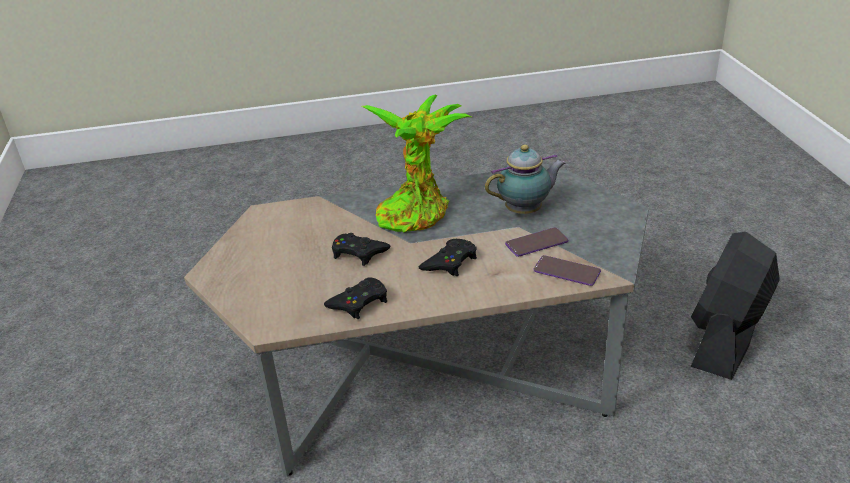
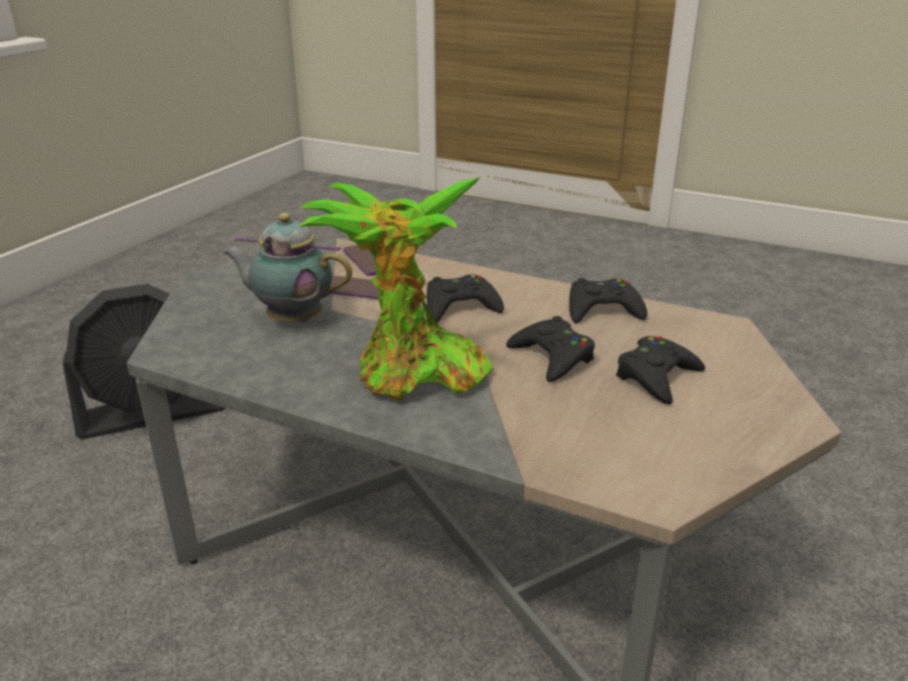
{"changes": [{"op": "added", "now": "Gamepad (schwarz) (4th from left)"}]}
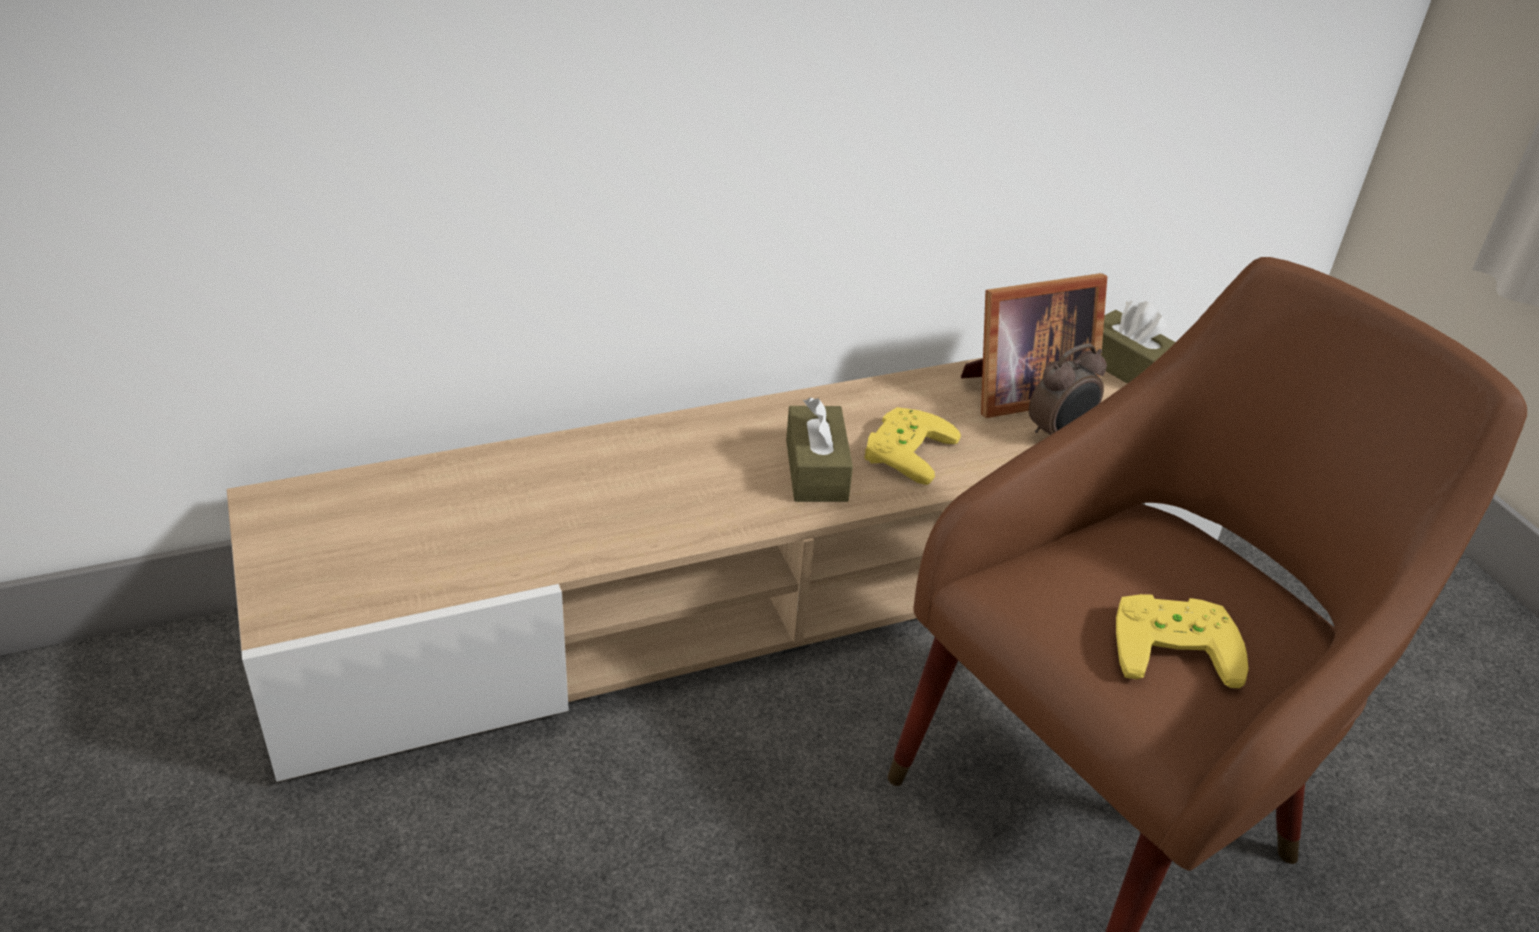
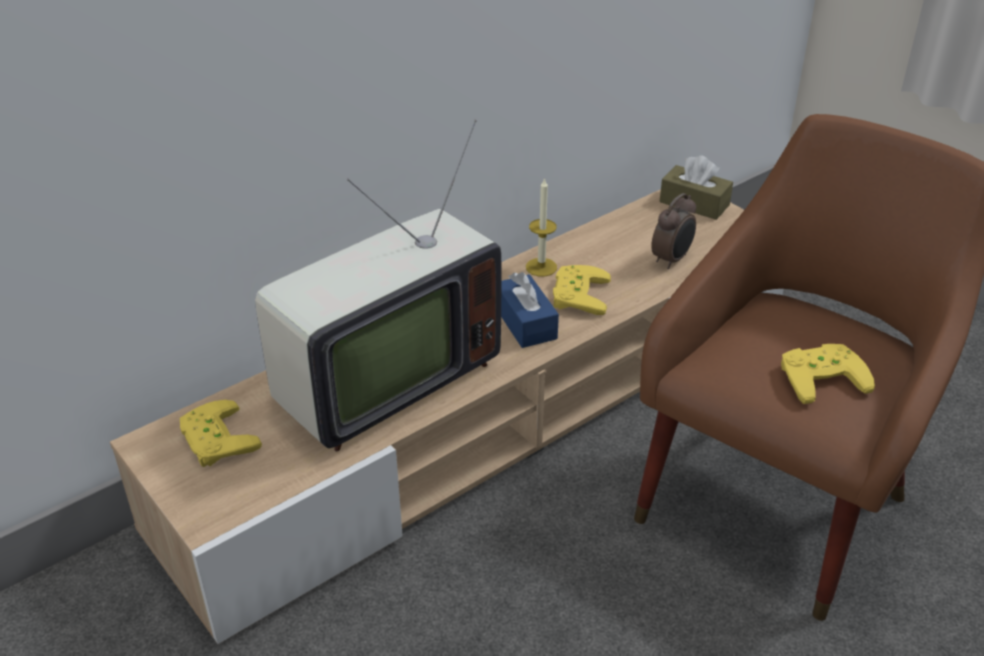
{"changes": [{"op": "added", "now": "Gamepad (gelb) (1st from left)"}, {"op": "added", "now": "Fernseher"}, {"op": "recoloured", "was": "Taschentuchbox (braun) (1st from left)", "now": "Taschentuchbox (blau)"}, {"op": "added", "now": "Kerze"}, {"op": "removed", "was": "Bilderrahmen"}]}
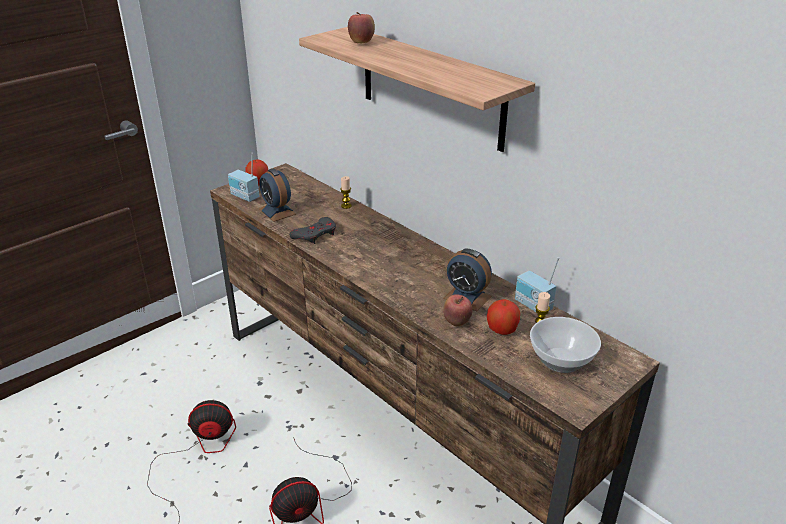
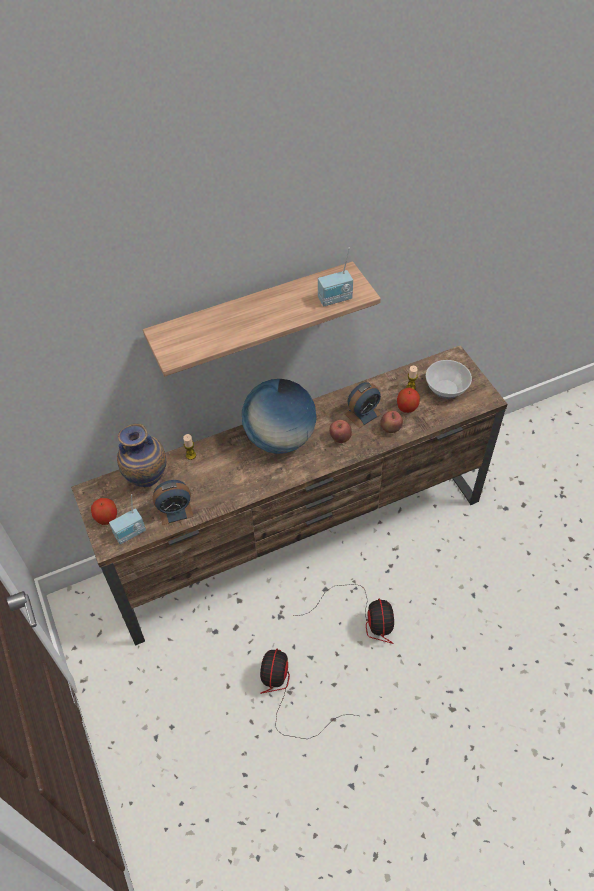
{"changes": [{"op": "added", "now": "Vase"}, {"op": "added", "now": "Globus"}, {"op": "moved", "was": "Radio (2nd from left)"}, {"op": "moved", "was": "Apfel (2nd from left)"}, {"op": "removed", "was": "Gamepad (grau)"}]}
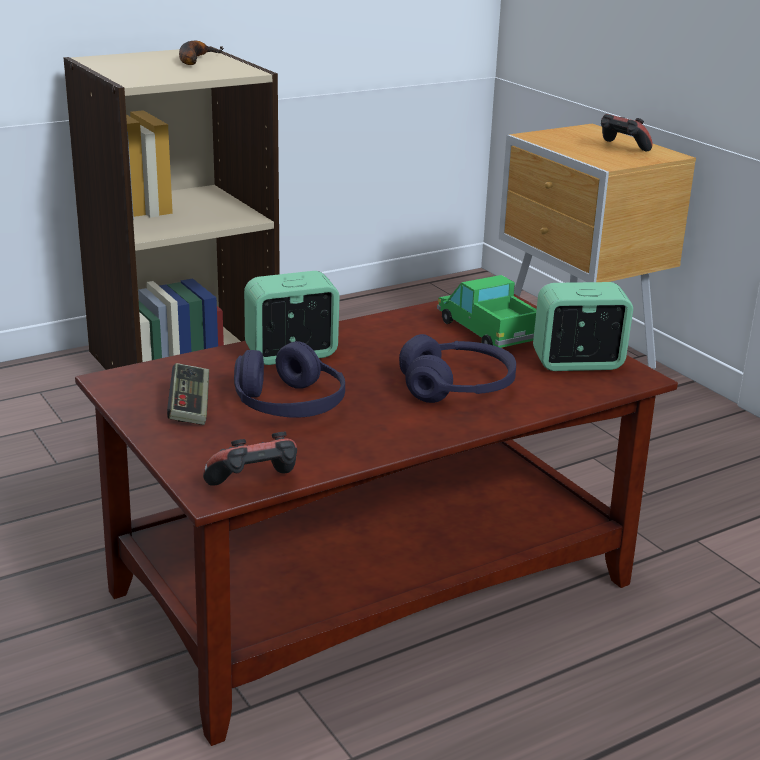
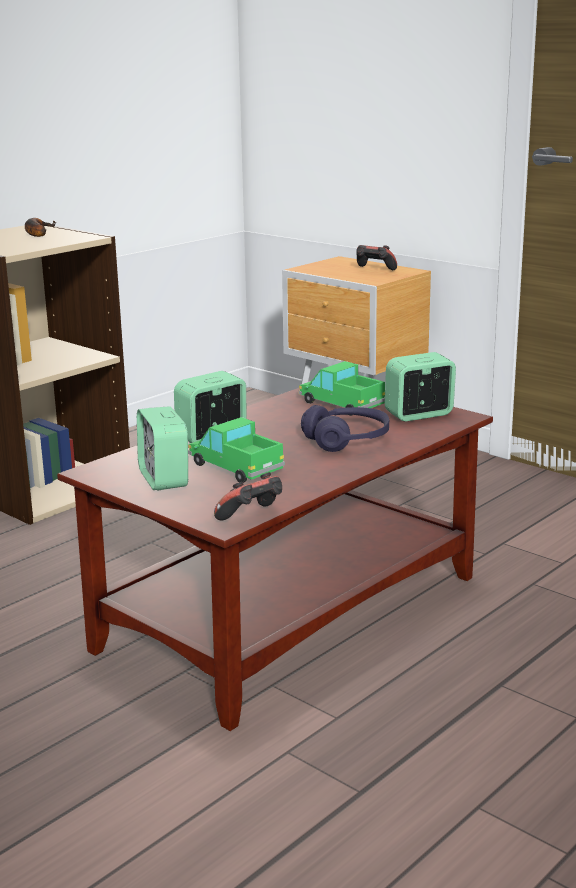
{"changes": [{"op": "replaced", "was": "Gamepad (1st from left)", "now": "Wecker (1st from left)"}, {"op": "replaced", "was": "Kopfhörer (lila) (1st from left)", "now": "Spielzeuglaster (1st from left)"}]}
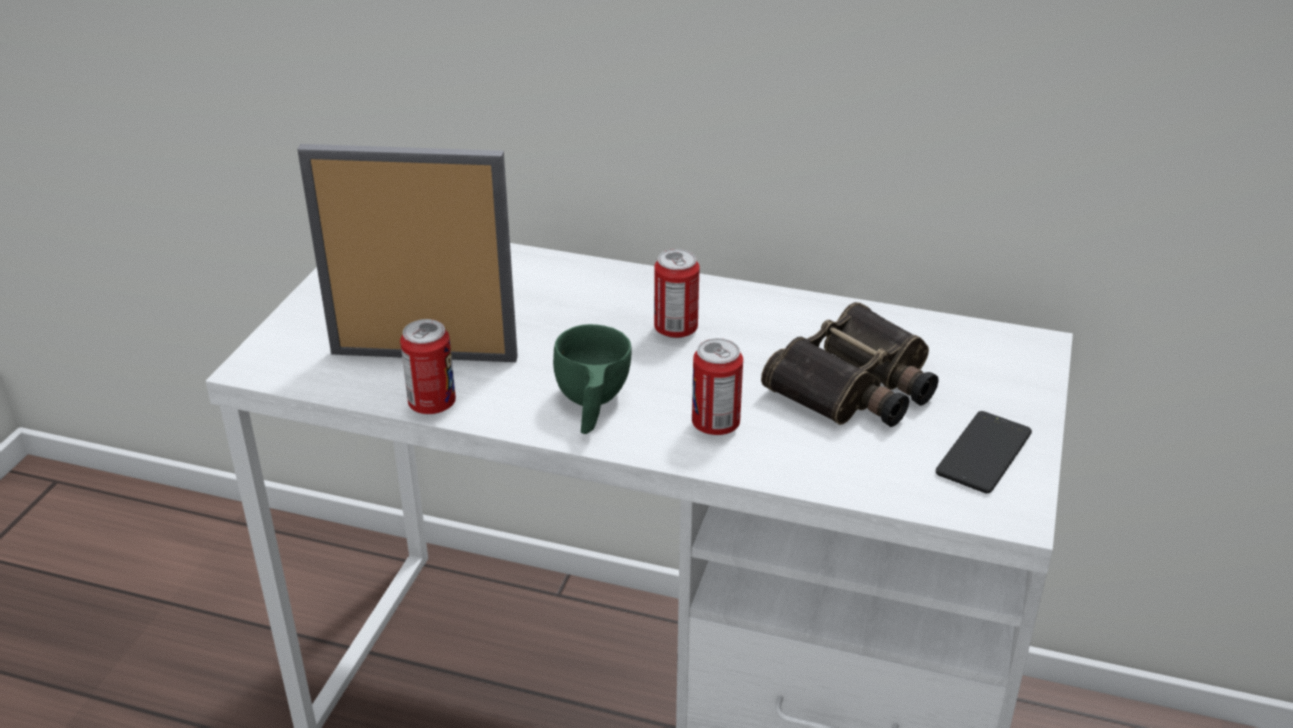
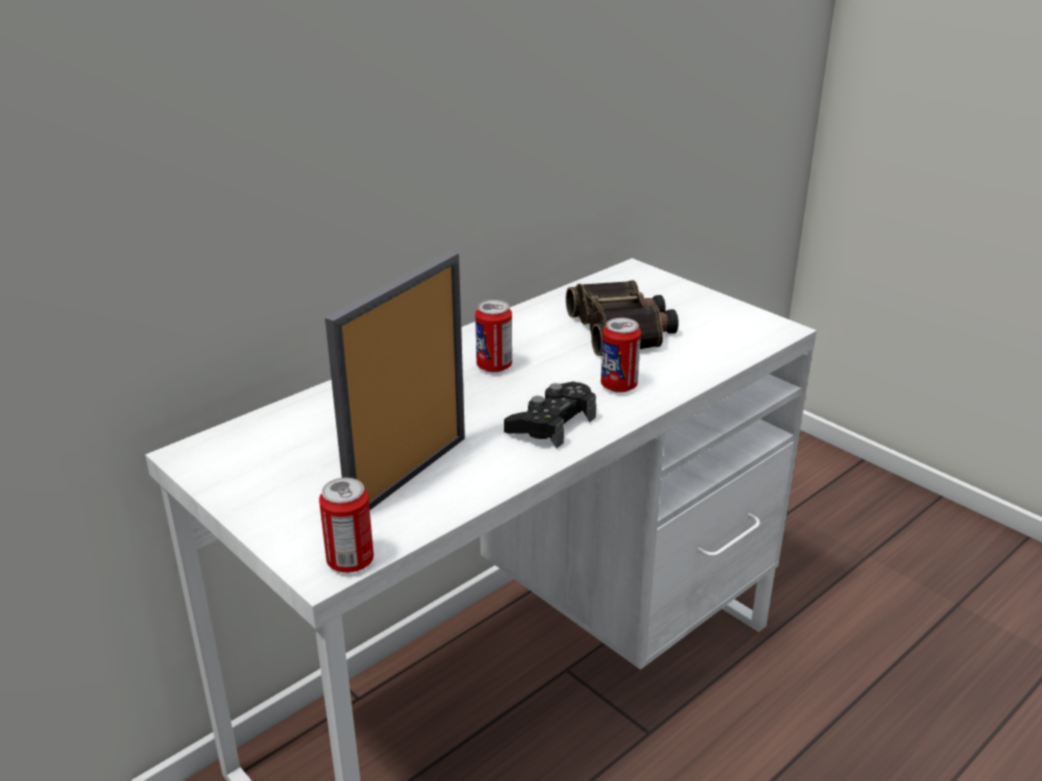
{"changes": [{"op": "moved", "was": "Dose (1st from left)"}, {"op": "replaced", "was": "Tasse (grün)", "now": "Gamepad (schwarz)"}, {"op": "removed", "was": "Handy"}]}
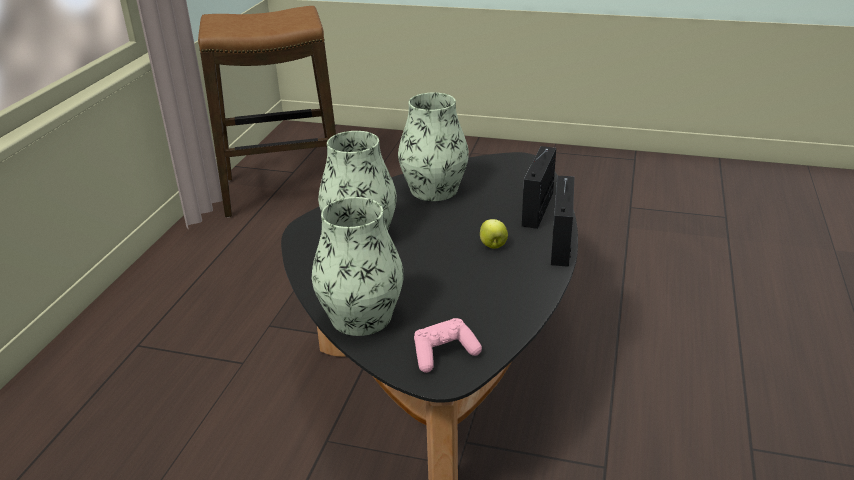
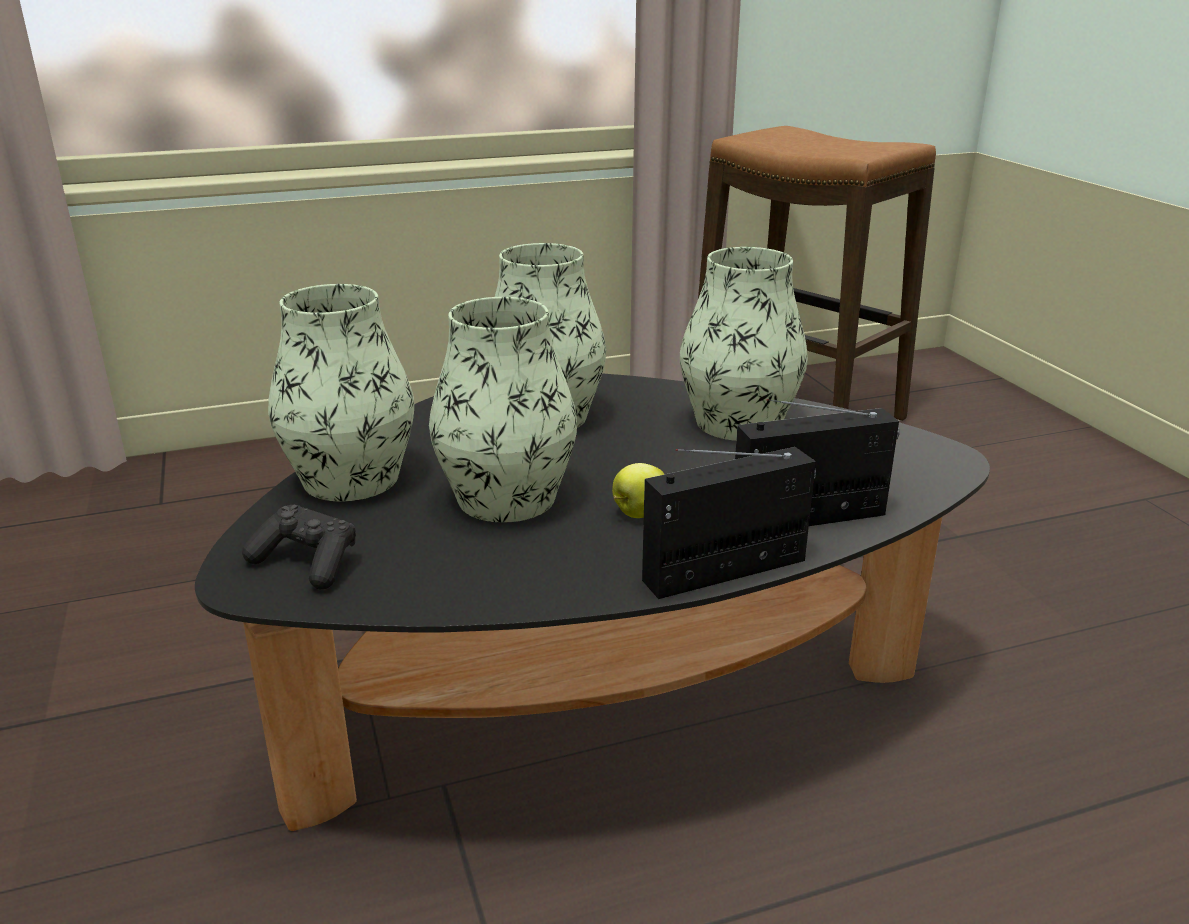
{"changes": [{"op": "recoloured", "was": "Gamepad (rosa)", "now": "Gamepad (schwarz)"}, {"op": "added", "now": "Vase (2nd from left)"}]}
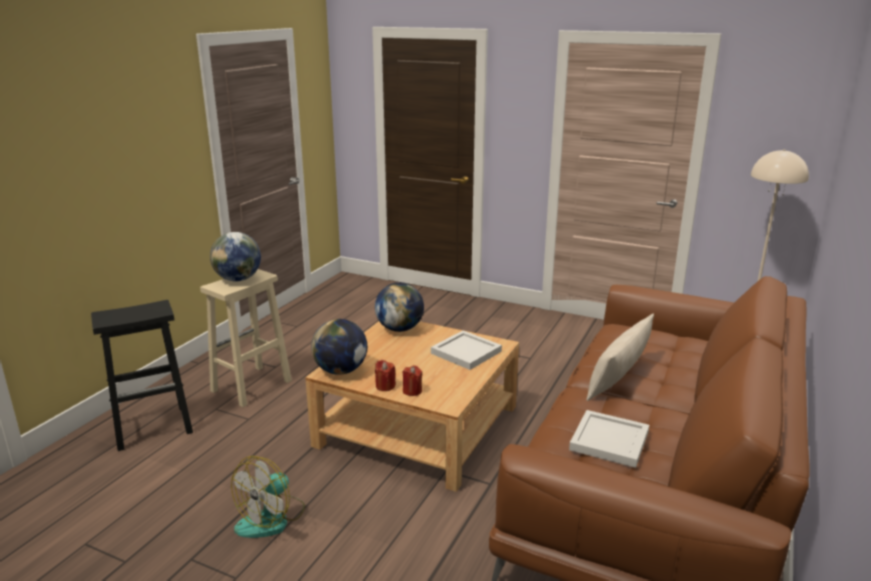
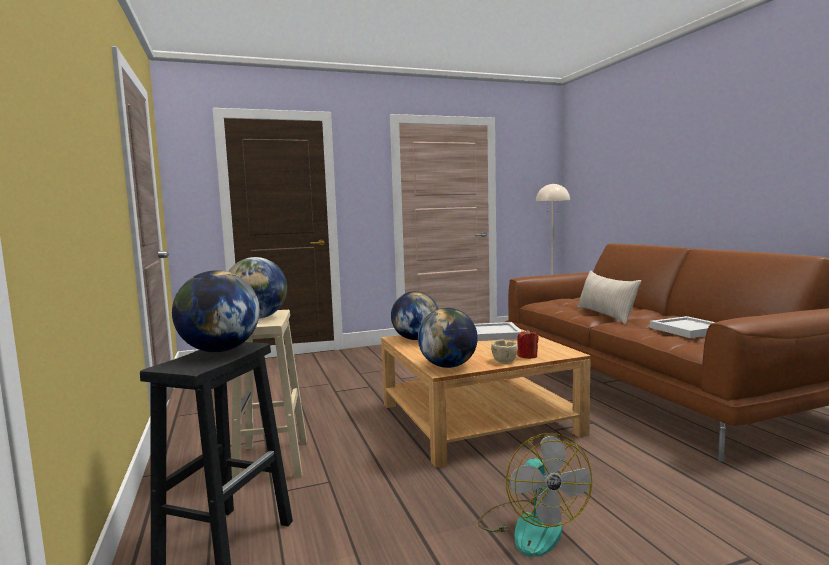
{"changes": [{"op": "added", "now": "Globus (1st from left)"}, {"op": "replaced", "was": "Kerze (rot) (1st from left)", "now": "Schüssel (beige)"}]}
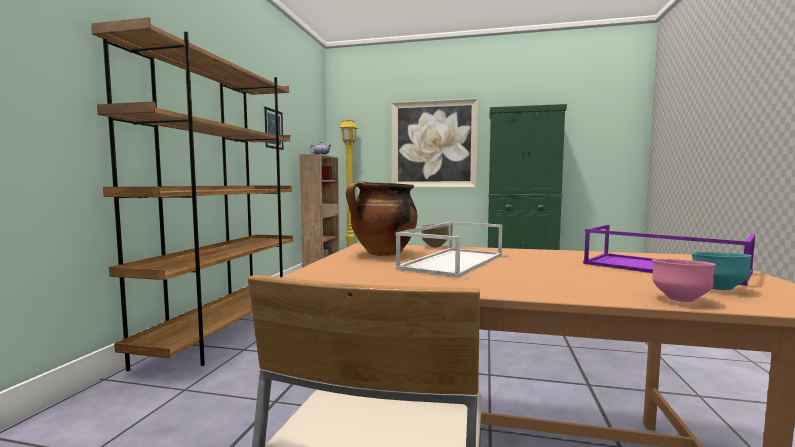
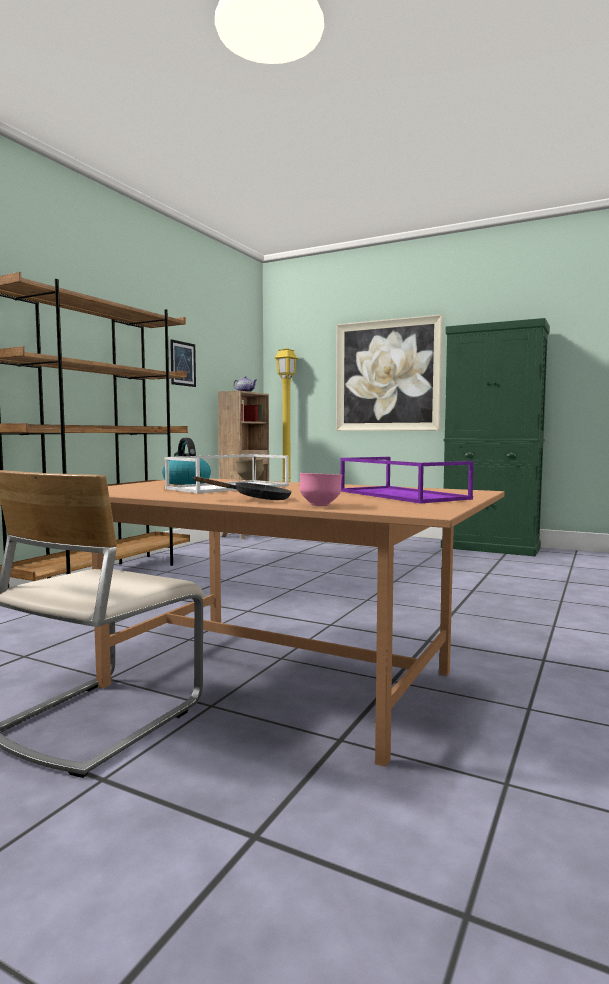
{"changes": [{"op": "replaced", "was": "Kochtopf", "now": "Wasserkessel"}, {"op": "added", "now": "Pfanne (schwarz)"}, {"op": "removed", "was": "Schüssel (türkis)"}]}
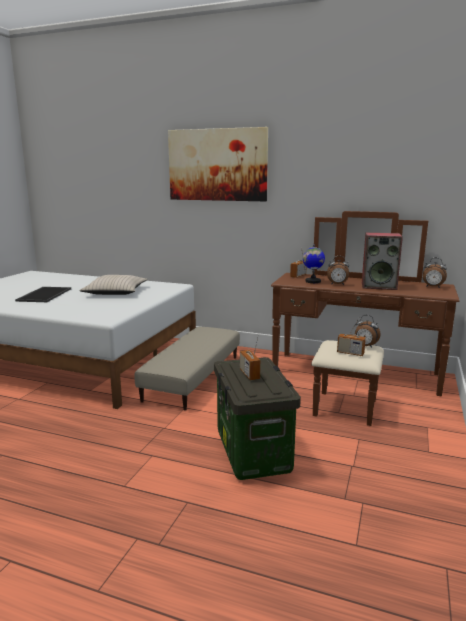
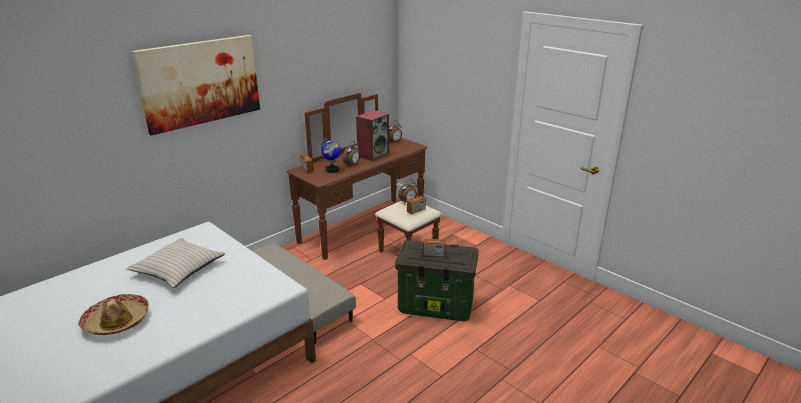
{"changes": [{"op": "replaced", "was": "Tablett", "now": "Hut"}]}
